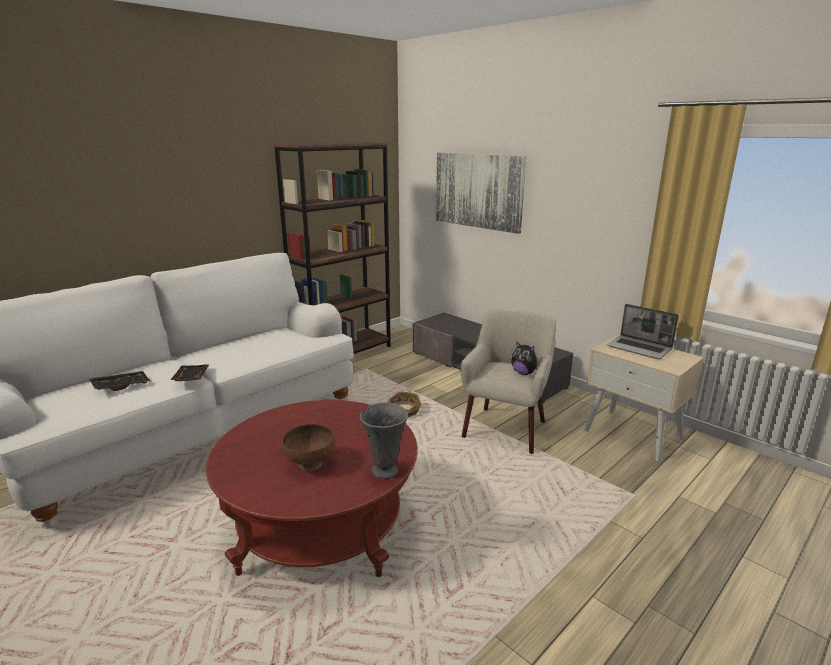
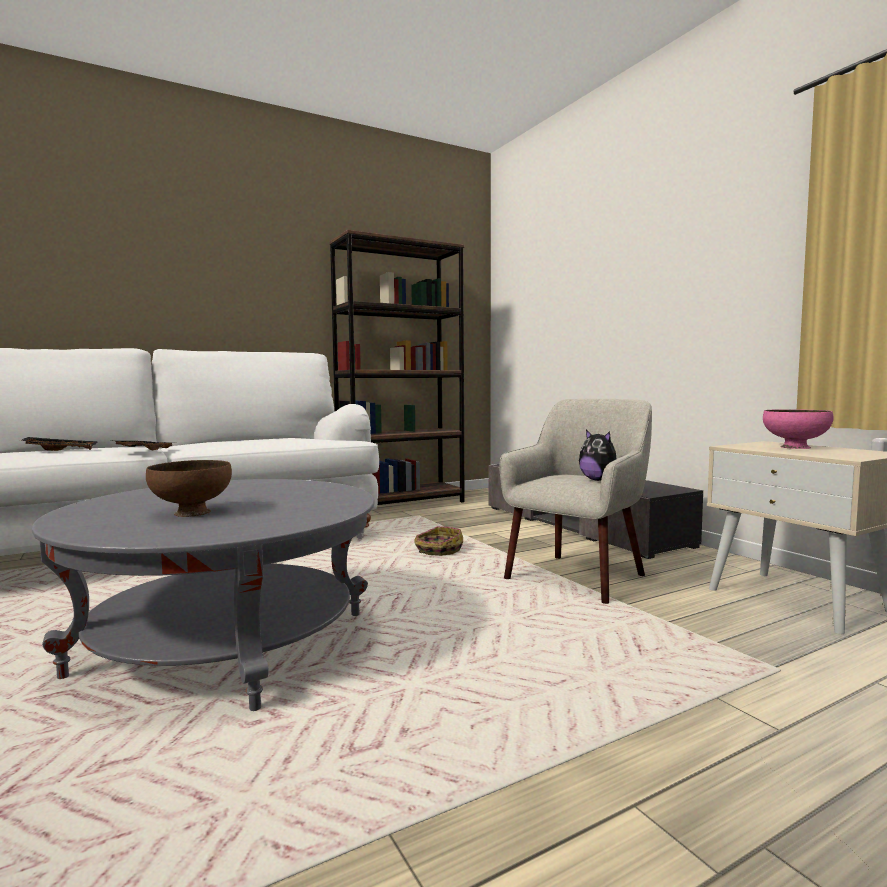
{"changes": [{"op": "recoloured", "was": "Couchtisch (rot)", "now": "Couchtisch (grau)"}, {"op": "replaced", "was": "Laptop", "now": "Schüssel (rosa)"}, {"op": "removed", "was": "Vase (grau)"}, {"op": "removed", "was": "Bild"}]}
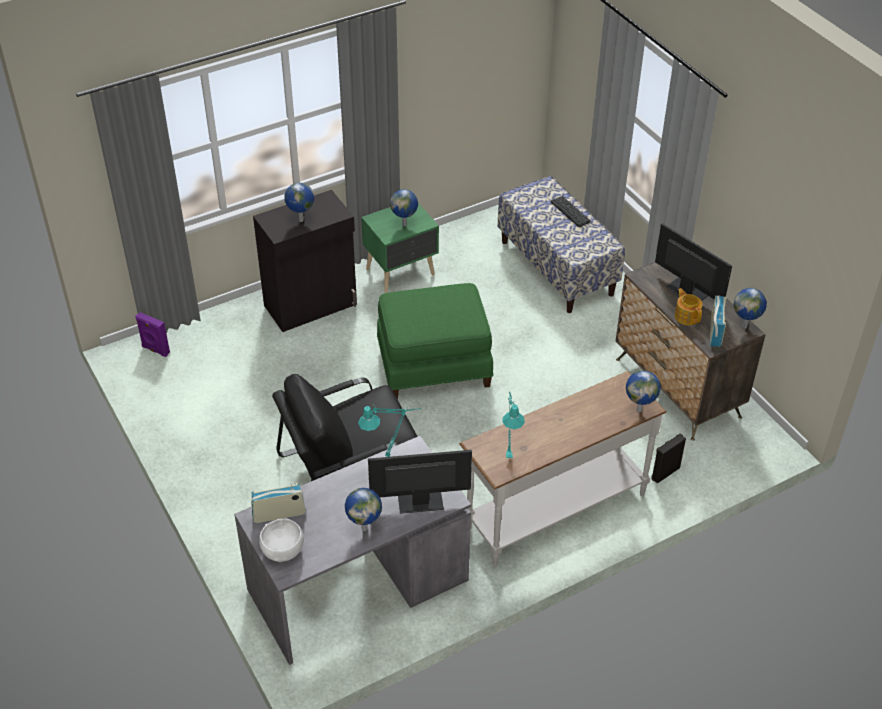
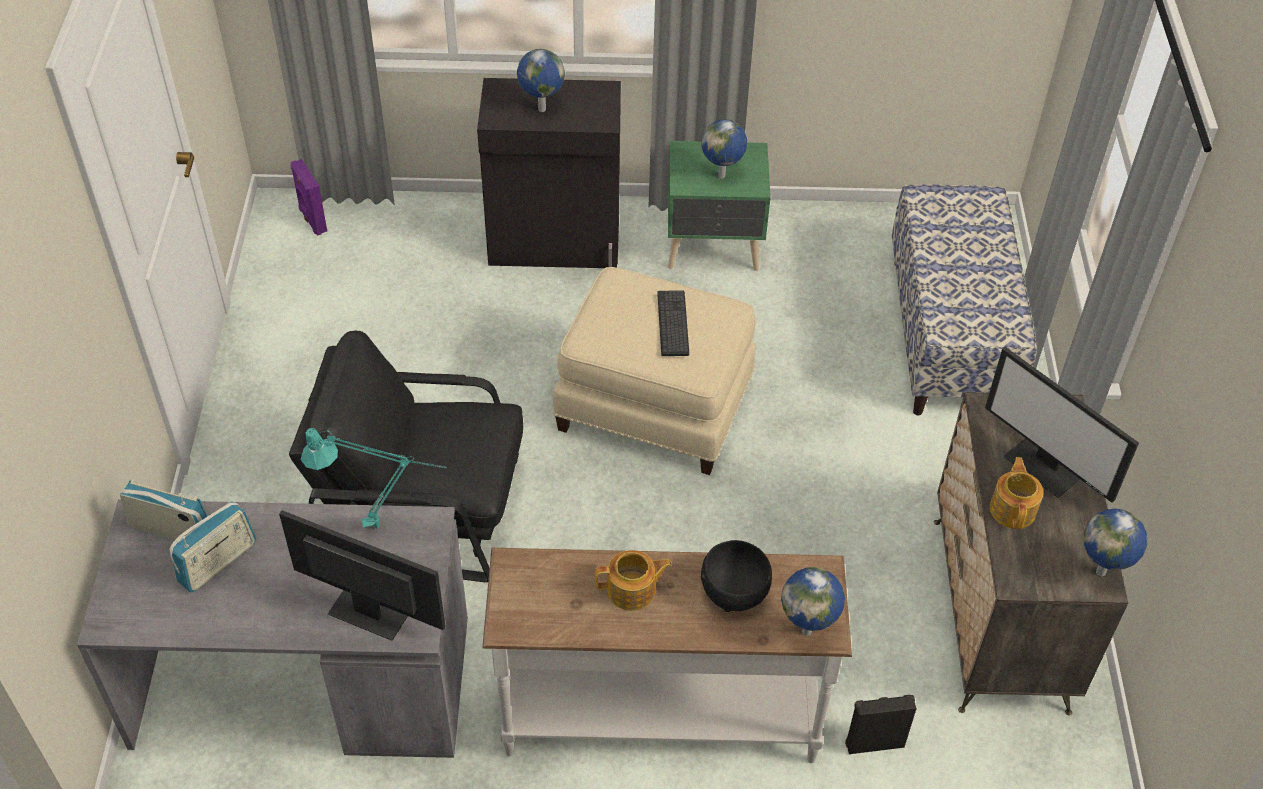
{"changes": [{"op": "moved", "was": "Radio (2nd from left)"}, {"op": "recoloured", "was": "Polsterhocker (grün)", "now": "Polsterhocker (beige)"}, {"op": "added", "now": "Teekanne (1st from left)"}, {"op": "moved", "was": "Tastatur"}, {"op": "added", "now": "Schüssel (schwarz)"}, {"op": "turned", "was": "Monitor (2nd from left)", "clockwise": 150}, {"op": "removed", "was": "Schüssel (weiß)"}, {"op": "removed", "was": "Globus (2nd from left)"}, {"op": "removed", "was": "Tischlampe (türkis) (2nd from left)"}]}
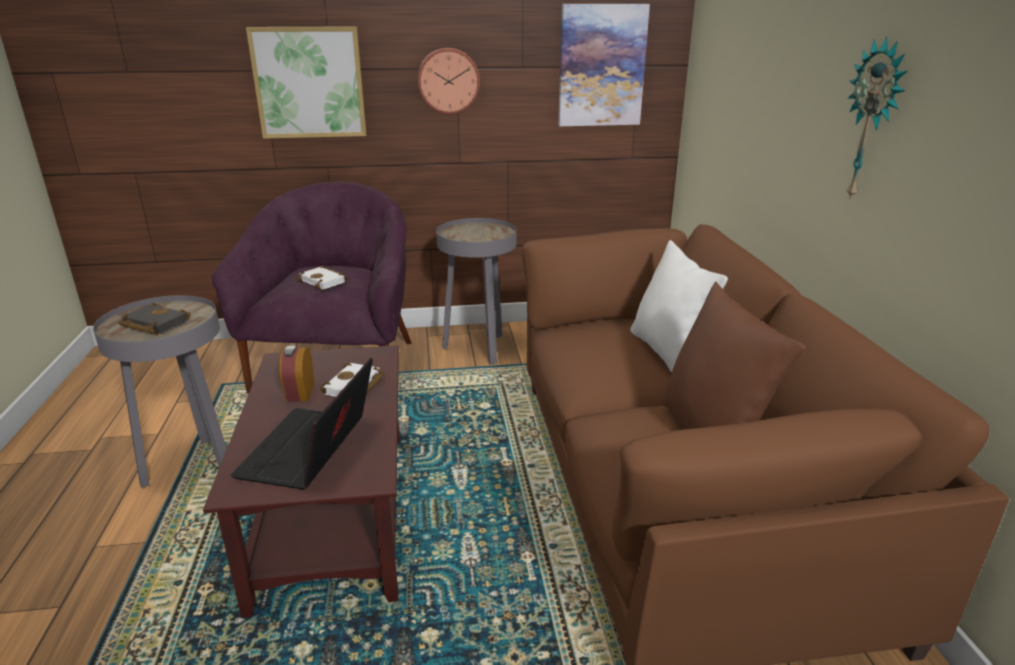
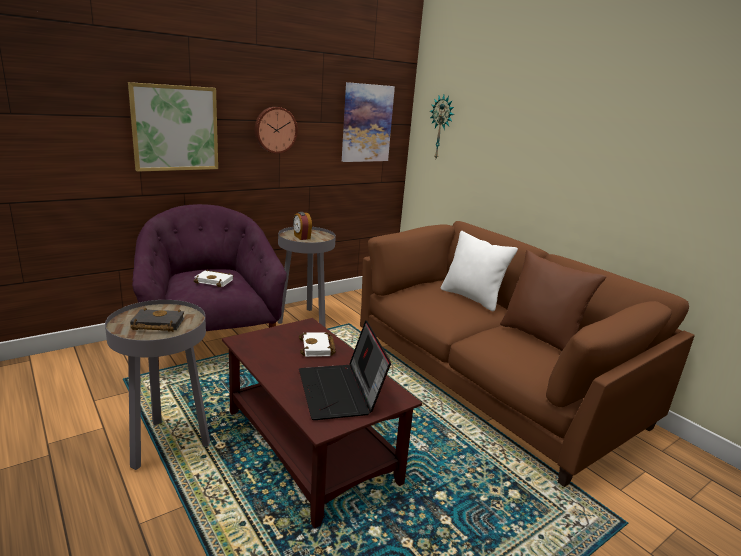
{"changes": [{"op": "moved", "was": "Wecker"}, {"op": "moved", "was": "Wanduhr (2nd from left)"}]}
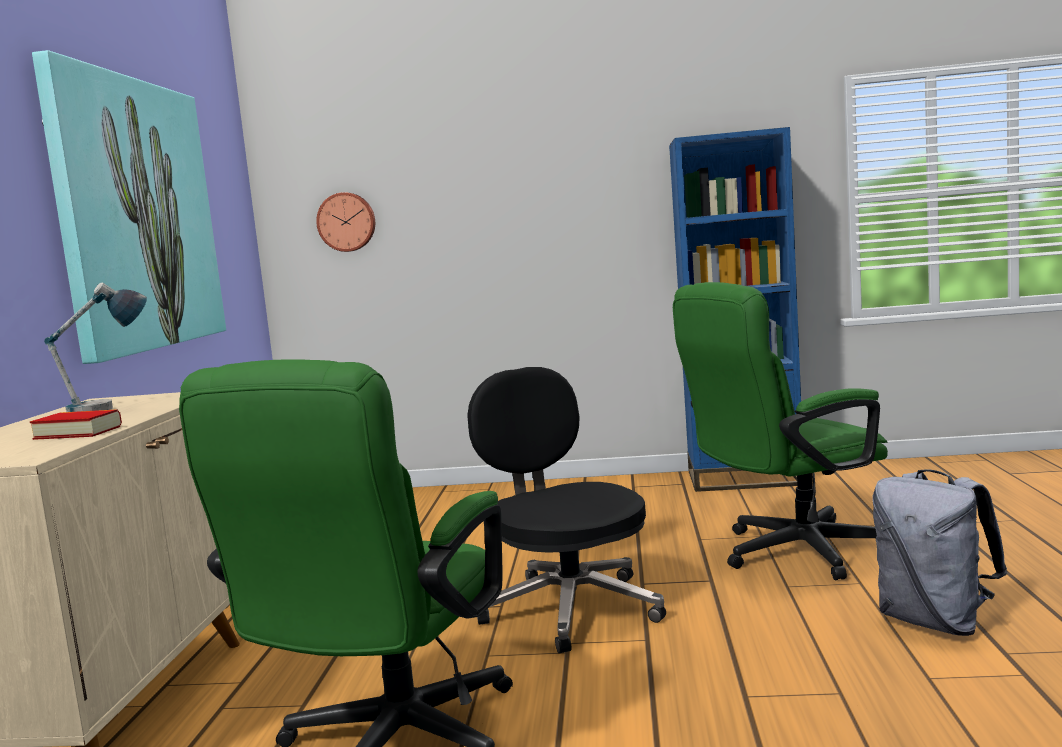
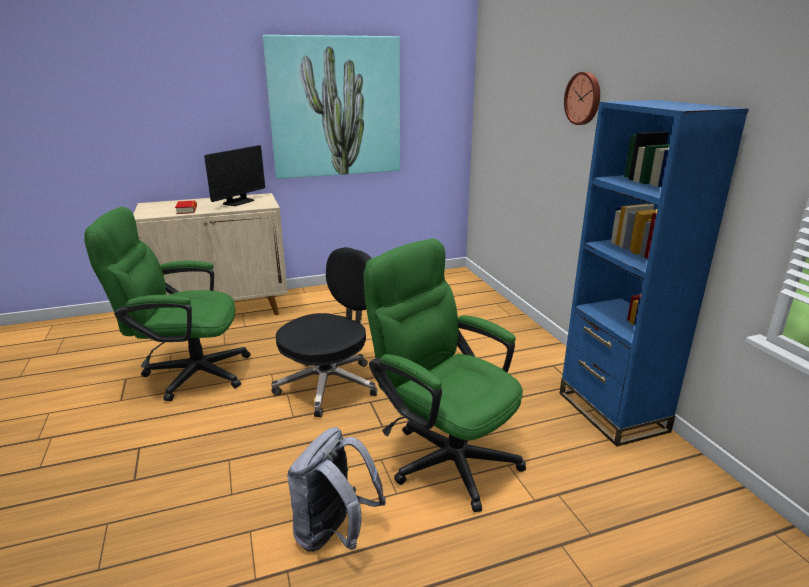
{"changes": [{"op": "replaced", "was": "Tischlampe", "now": "Monitor"}, {"op": "moved", "was": "Wanduhr"}]}
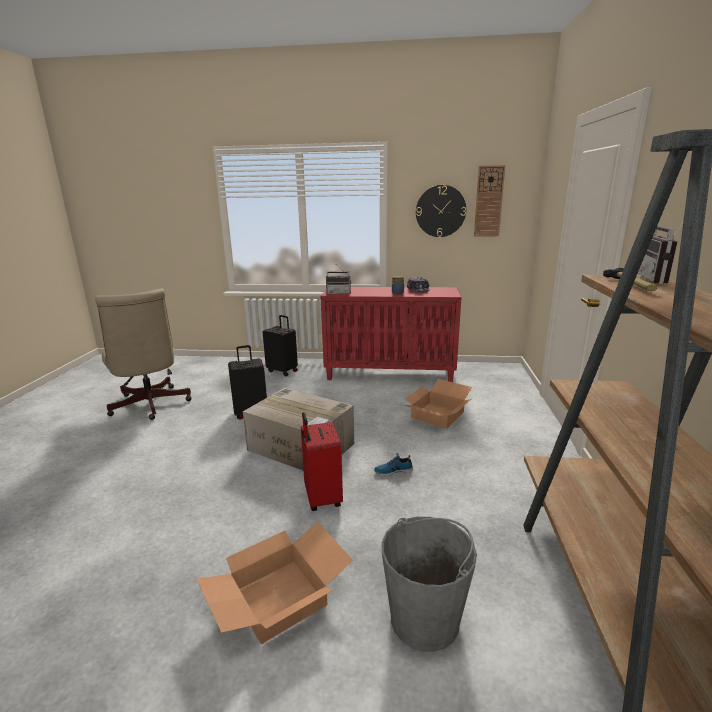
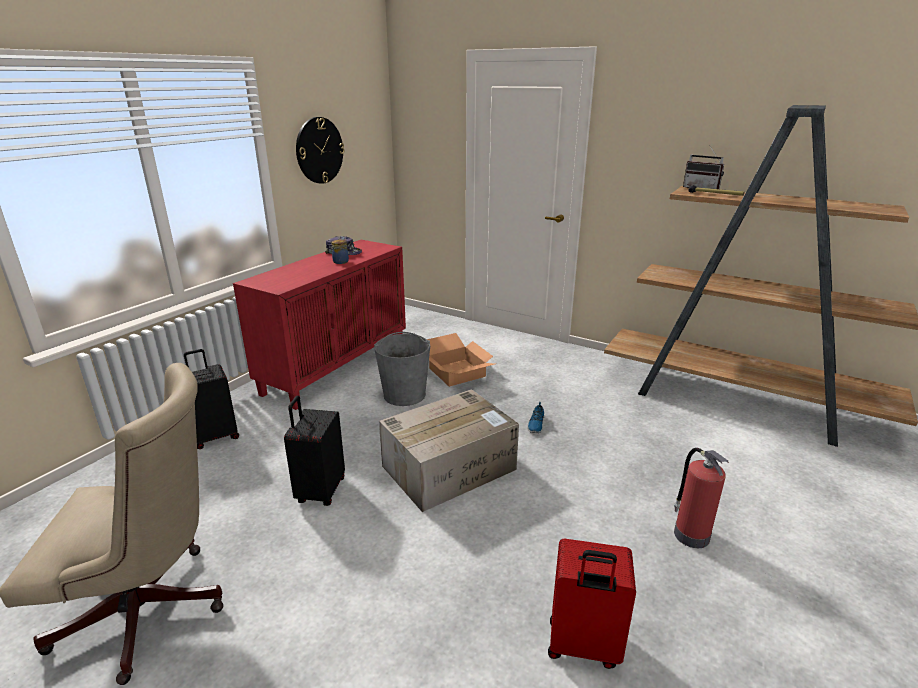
{"changes": [{"op": "moved", "was": "Eimer (grau)"}, {"op": "moved", "was": "Koffer (rot)"}, {"op": "replaced", "was": "Karton (1st from left)", "now": "Feuerlöscher"}, {"op": "removed", "was": "Radio (1st from left)"}, {"op": "removed", "was": "Wanduhr (2nd from left)"}]}
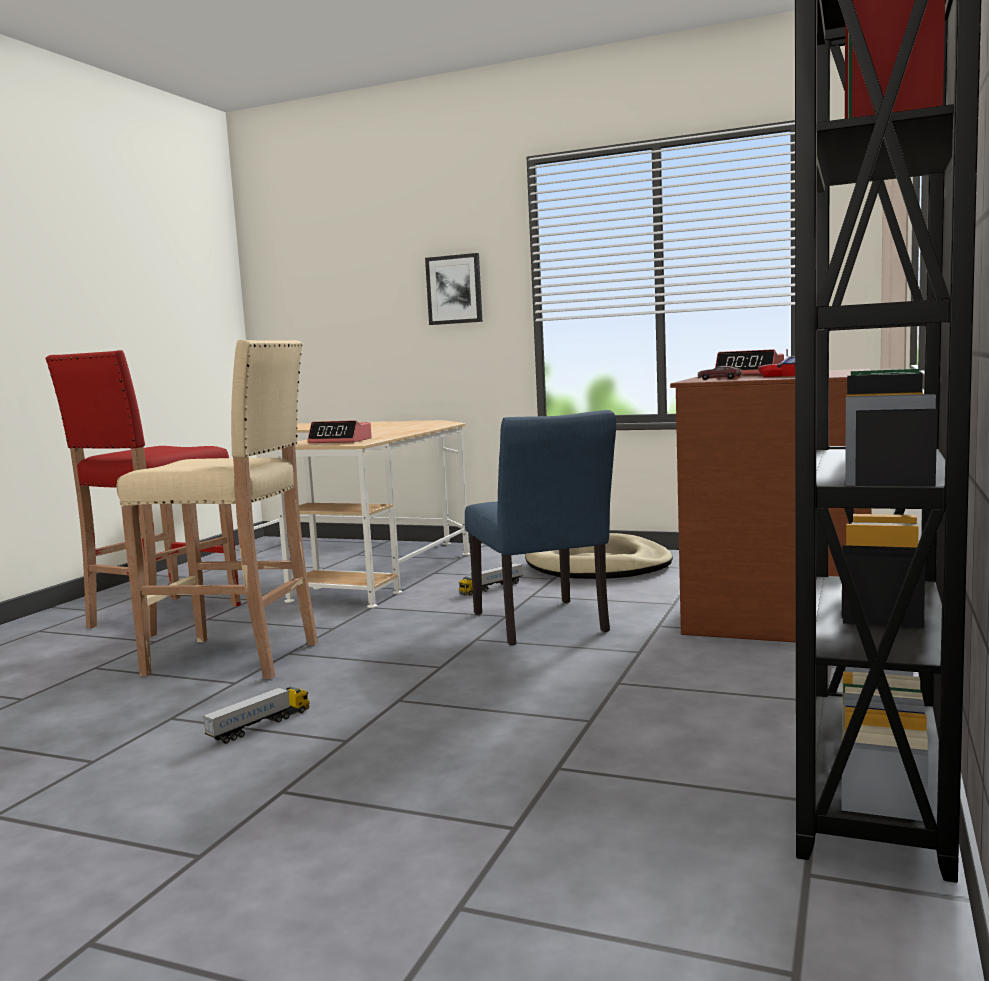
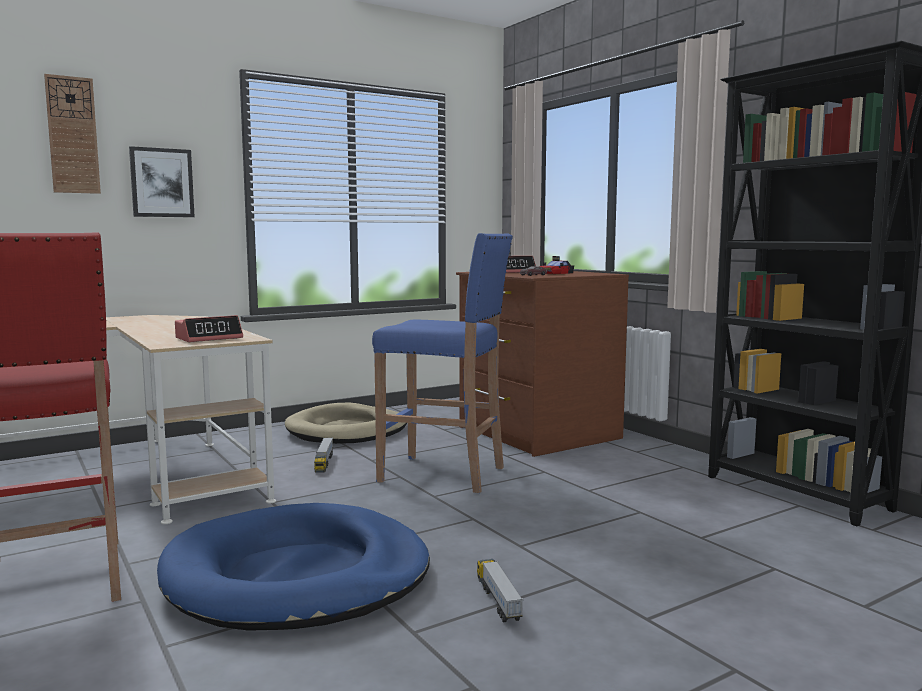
{"changes": [{"op": "added", "now": "Wanduhr"}, {"op": "replaced", "was": "Hocker (beige)", "now": "Hundebett (blau)"}, {"op": "replaced", "was": "Stuhl (blau)", "now": "Hocker (blau)"}]}
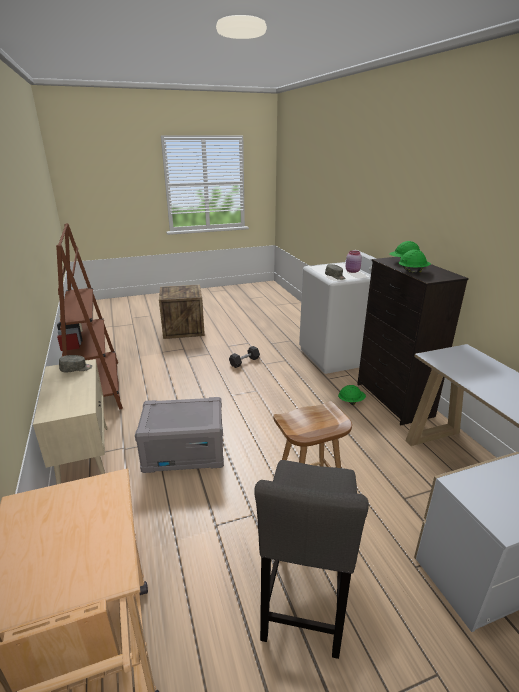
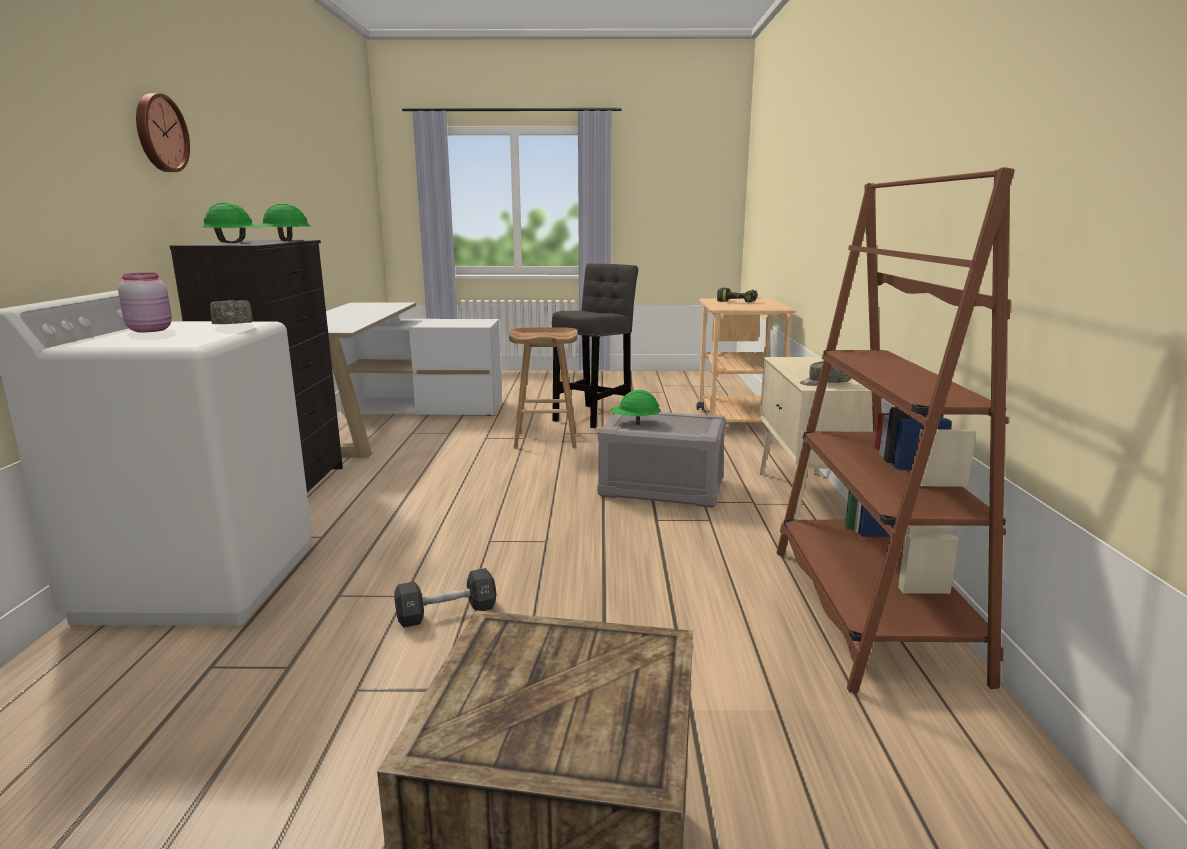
{"changes": [{"op": "added", "now": "Wanduhr"}, {"op": "moved", "was": "Schutzhelm (grün) (1st from left in the first image)", "now": "Schutzhelm (grün) (3rd from left)"}, {"op": "added", "now": "Bohrmaschine"}]}
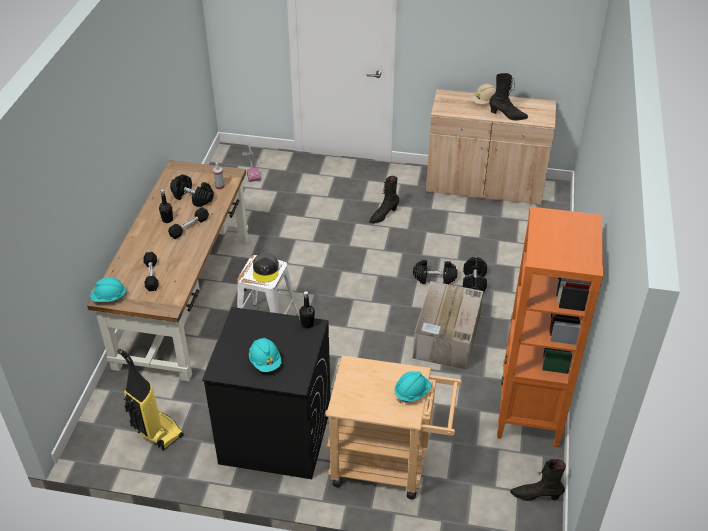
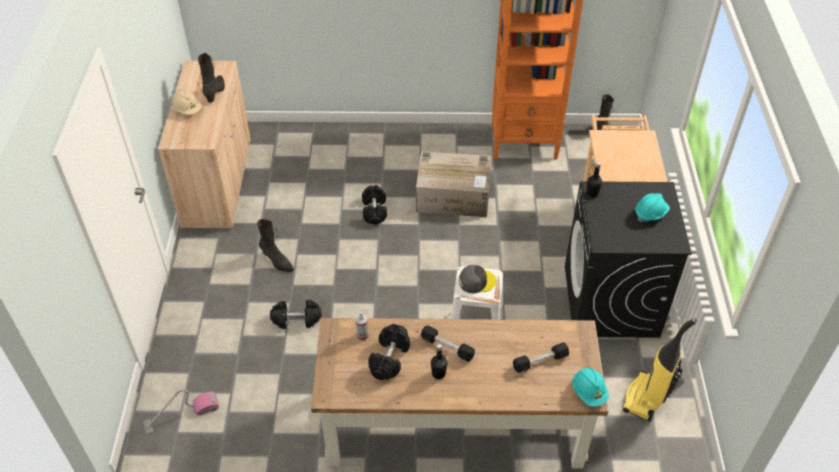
{"changes": [{"op": "moved", "was": "Hantel (schwarz) (5th from left in the first image)", "now": "Hantel (schwarz) (1st from left)"}, {"op": "removed", "was": "Schutzhelm (türkis) (3rd from left)"}]}
